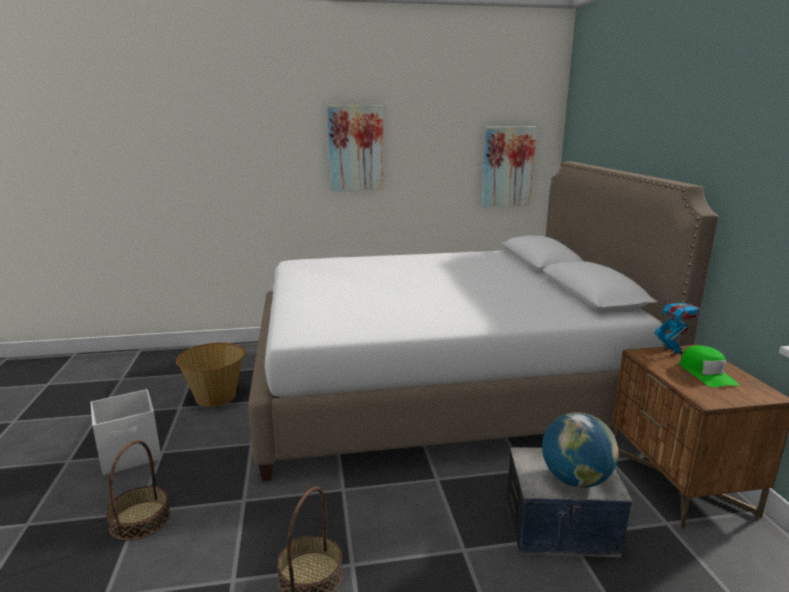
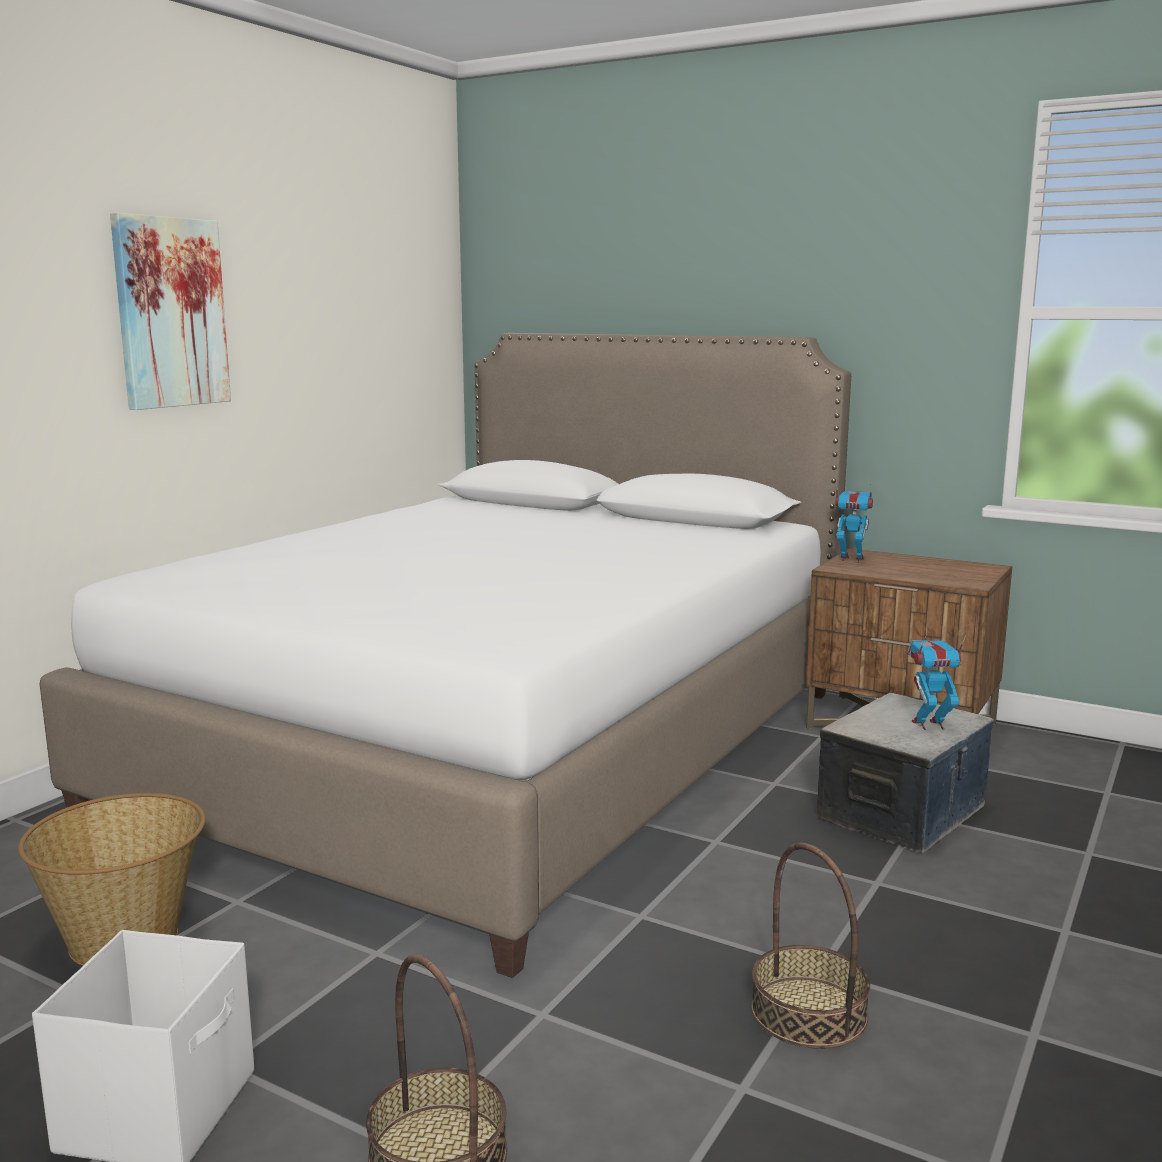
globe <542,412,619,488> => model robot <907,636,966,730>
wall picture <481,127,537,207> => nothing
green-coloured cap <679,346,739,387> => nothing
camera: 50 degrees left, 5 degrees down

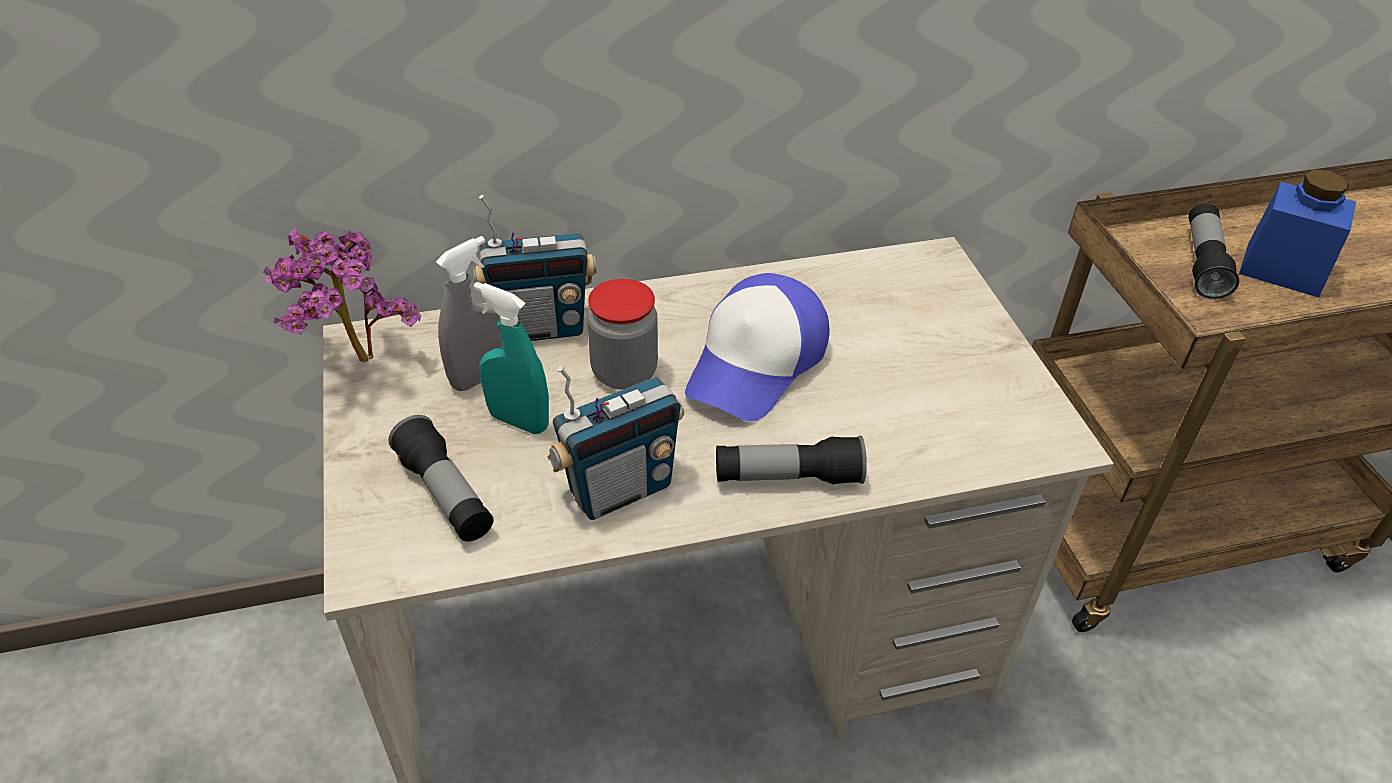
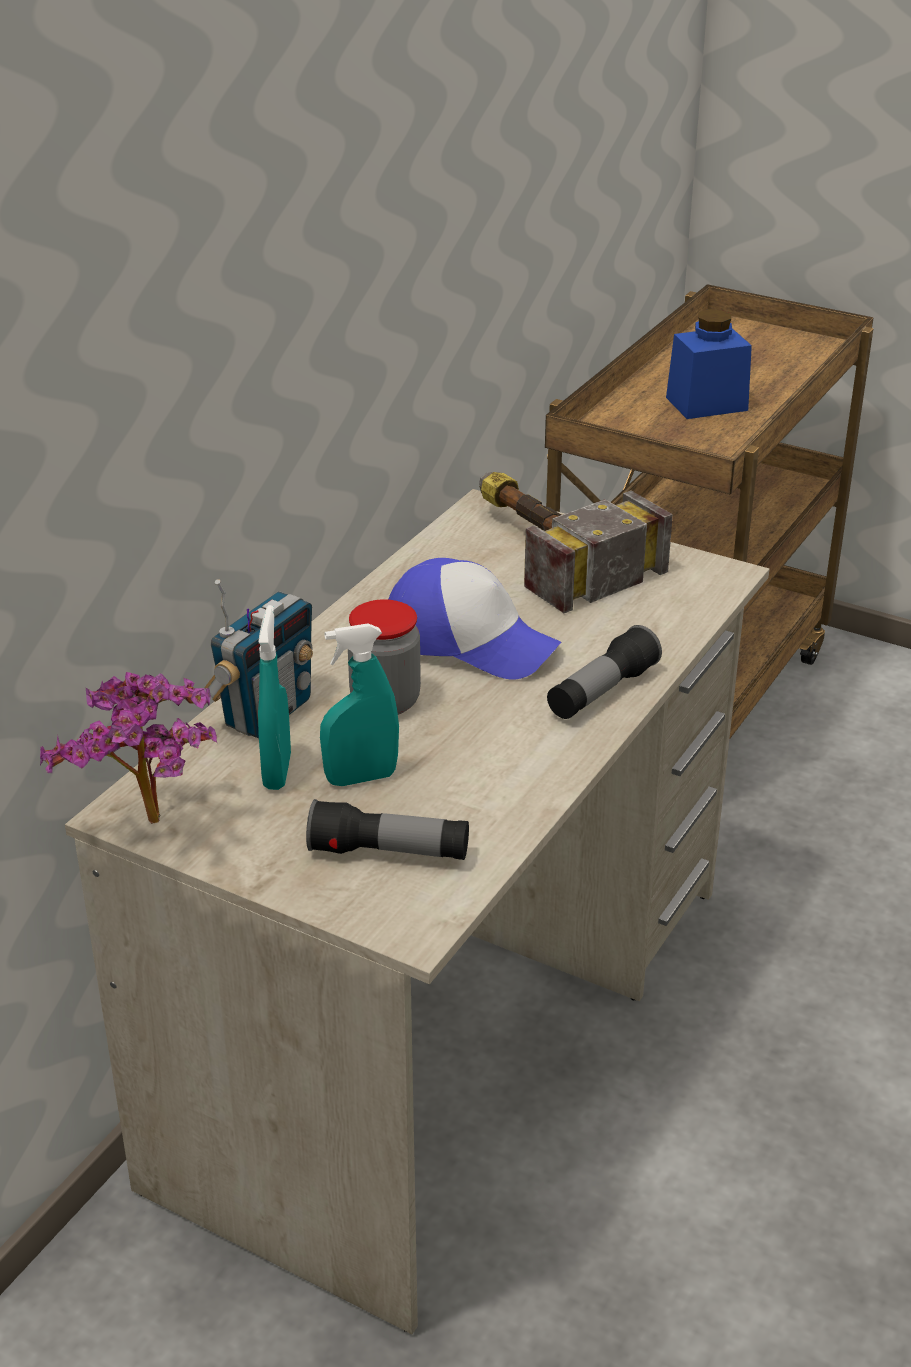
grey sprayer <436,236,503,391> => turquoise-coloured sprayer <258,605,291,790>
cap <685,273,830,421> => cap <388,558,561,680>, 45 degrees counterclockwise
nothing => hand hammer <479,472,673,613>
radio <547,366,684,520> => nothing
hand torch <1188,203,1239,300> => nothing
camera: 45 degrees left, 10 degrees down

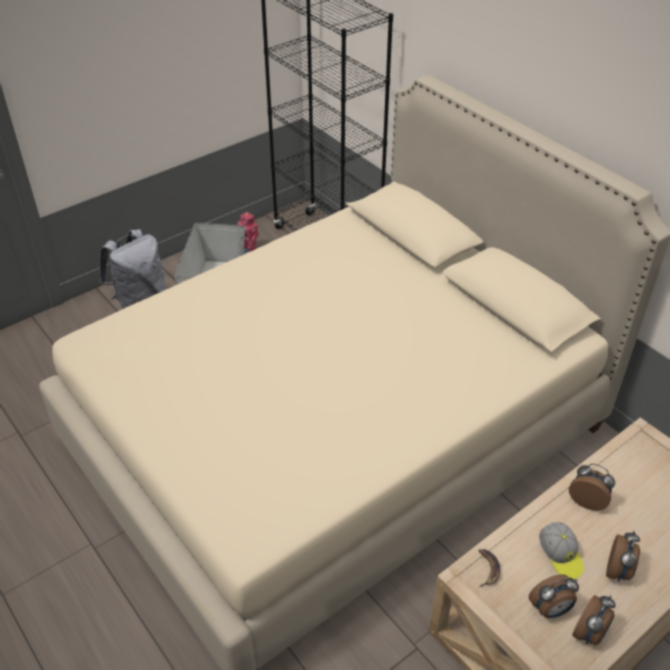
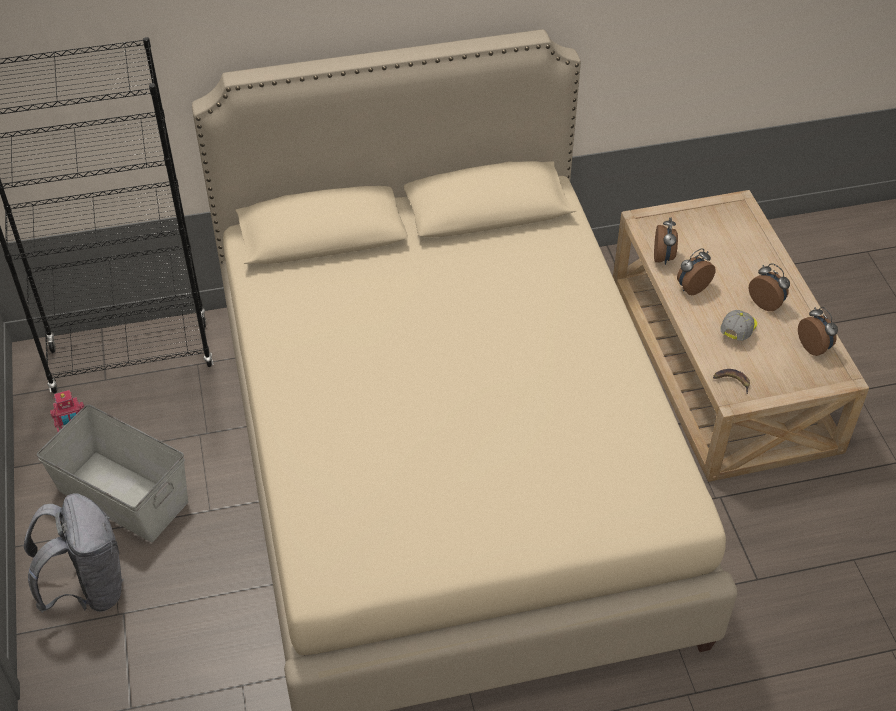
bedside clock <529,574,579,618> => bedside clock <654,217,678,265>, move
cap <539,522,584,579> => cap <720,310,757,341>, 60 degrees counterclockwise
camera: 65 degrees left, 5 degrees up

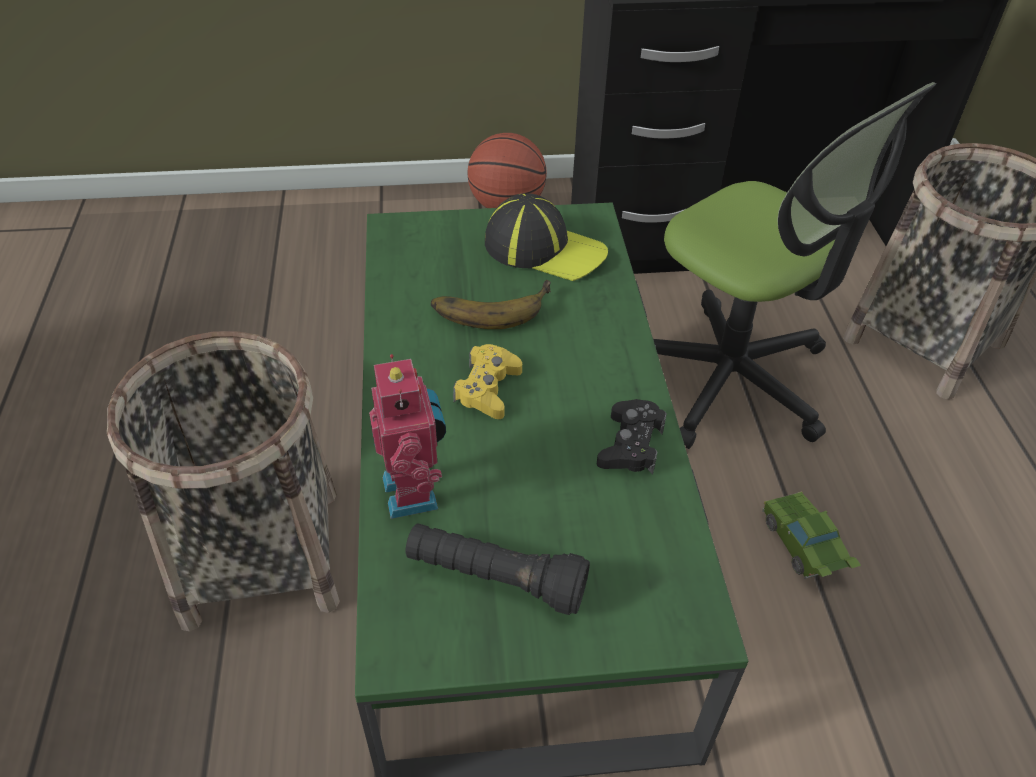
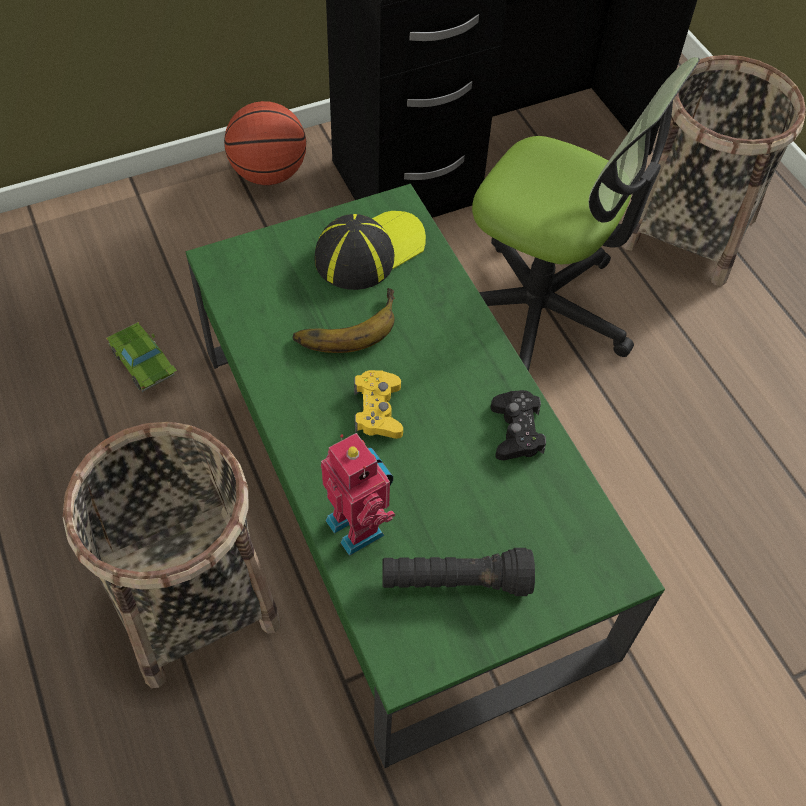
green-coloured toy car <762,491,861,579> => green-coloured toy car <106,322,177,392>, move
cap <485,193,608,281> => cap <314,211,426,290>, 45 degrees counterclockwise
camera: 20 degrees left, 10 degrees up

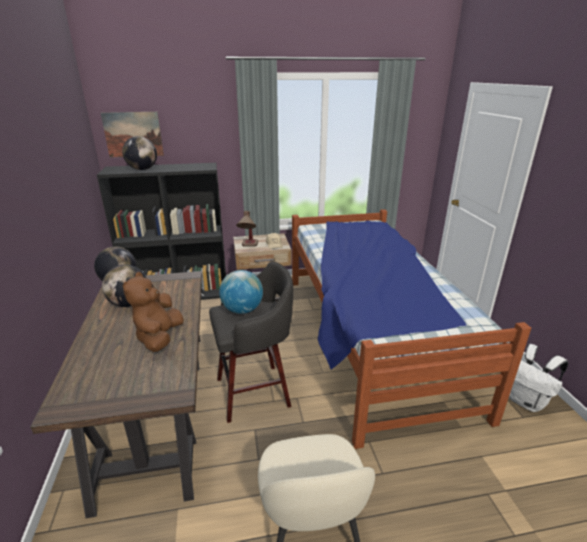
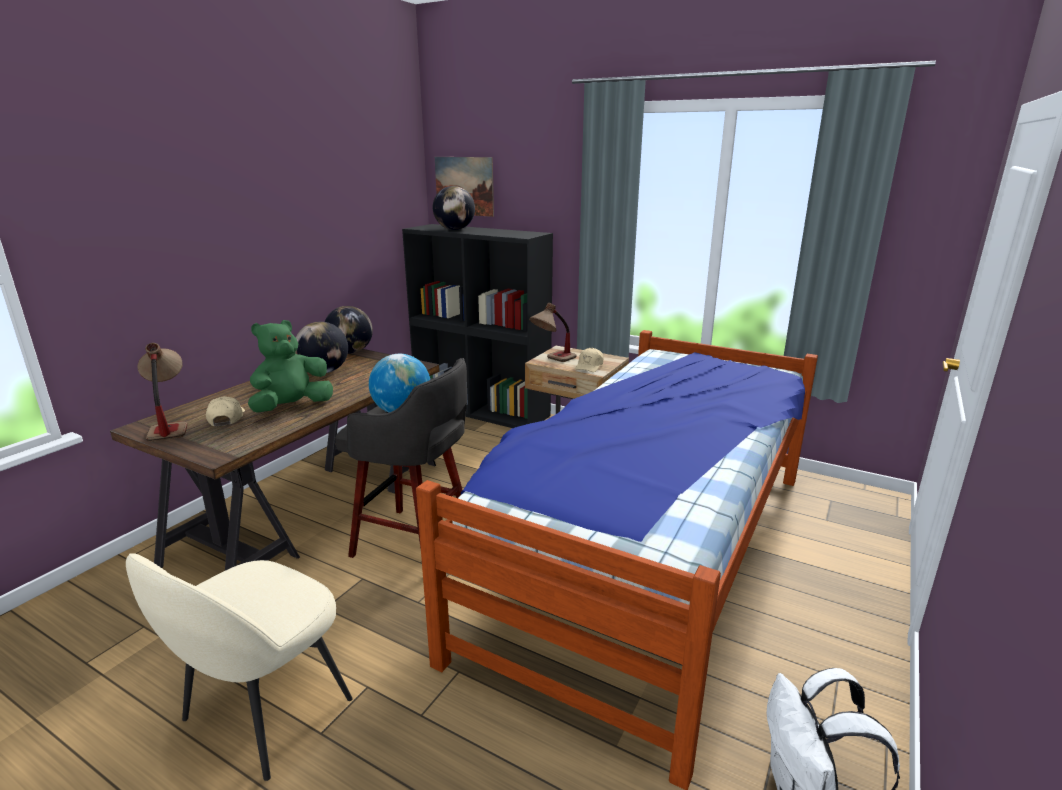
nothing => table lamp <137,343,188,442>
nothing => beige-coloured cap <206,396,245,426>
brown soft toy <123,272,184,352> => green-coloured soft toy <248,320,333,413>
camera: 40 degrees right, 5 degrees down

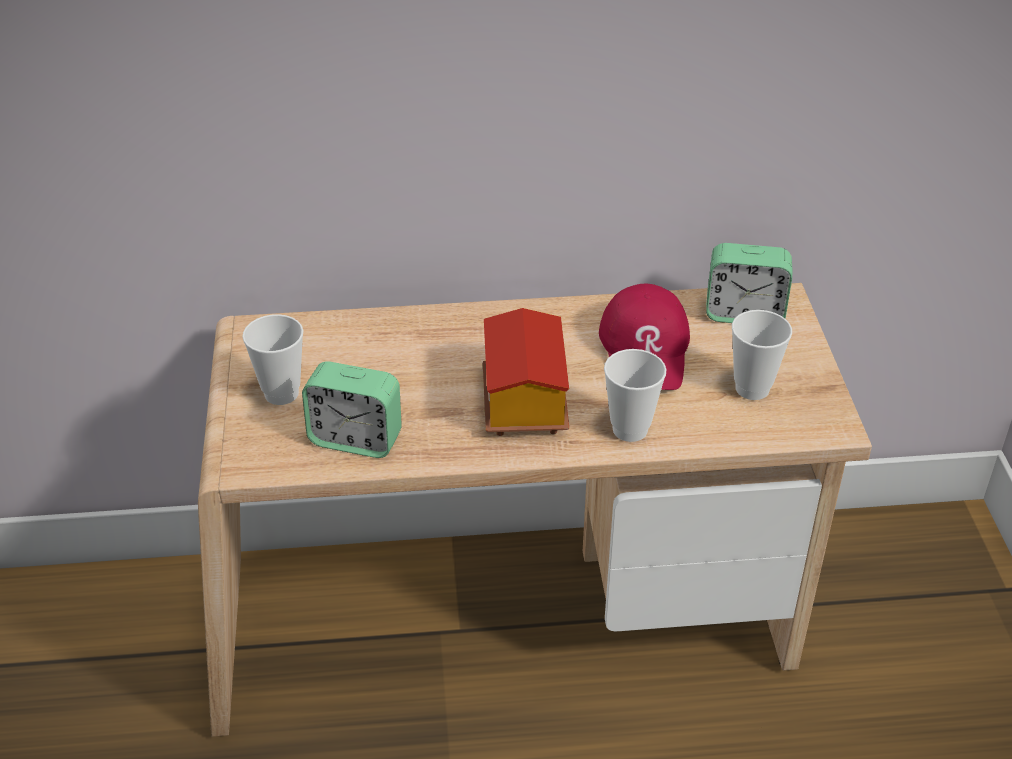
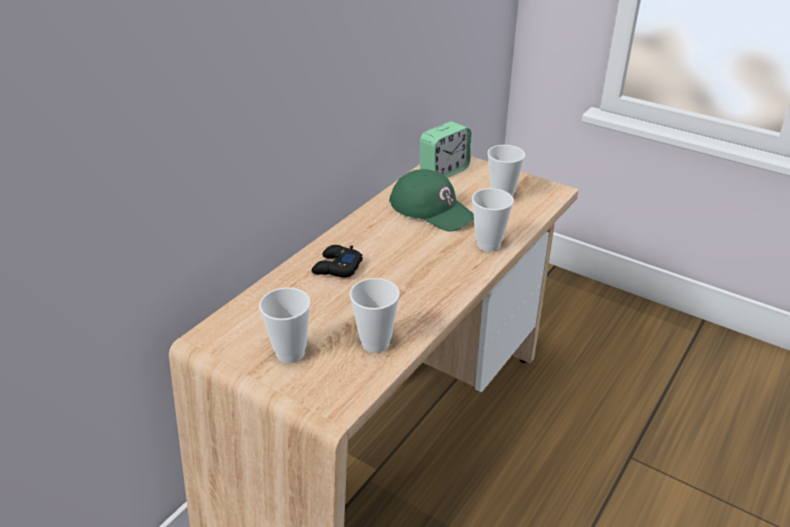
nothing => black-coloured gamepad <312,245,363,278>
bedside clock <302,361,402,458> => small cup <350,278,400,353>
red cap <599,284,690,390> => green-coloured cap <389,169,474,232>
toy house <483,308,569,436> => nothing
camera: 50 degrees left, 5 degrees down

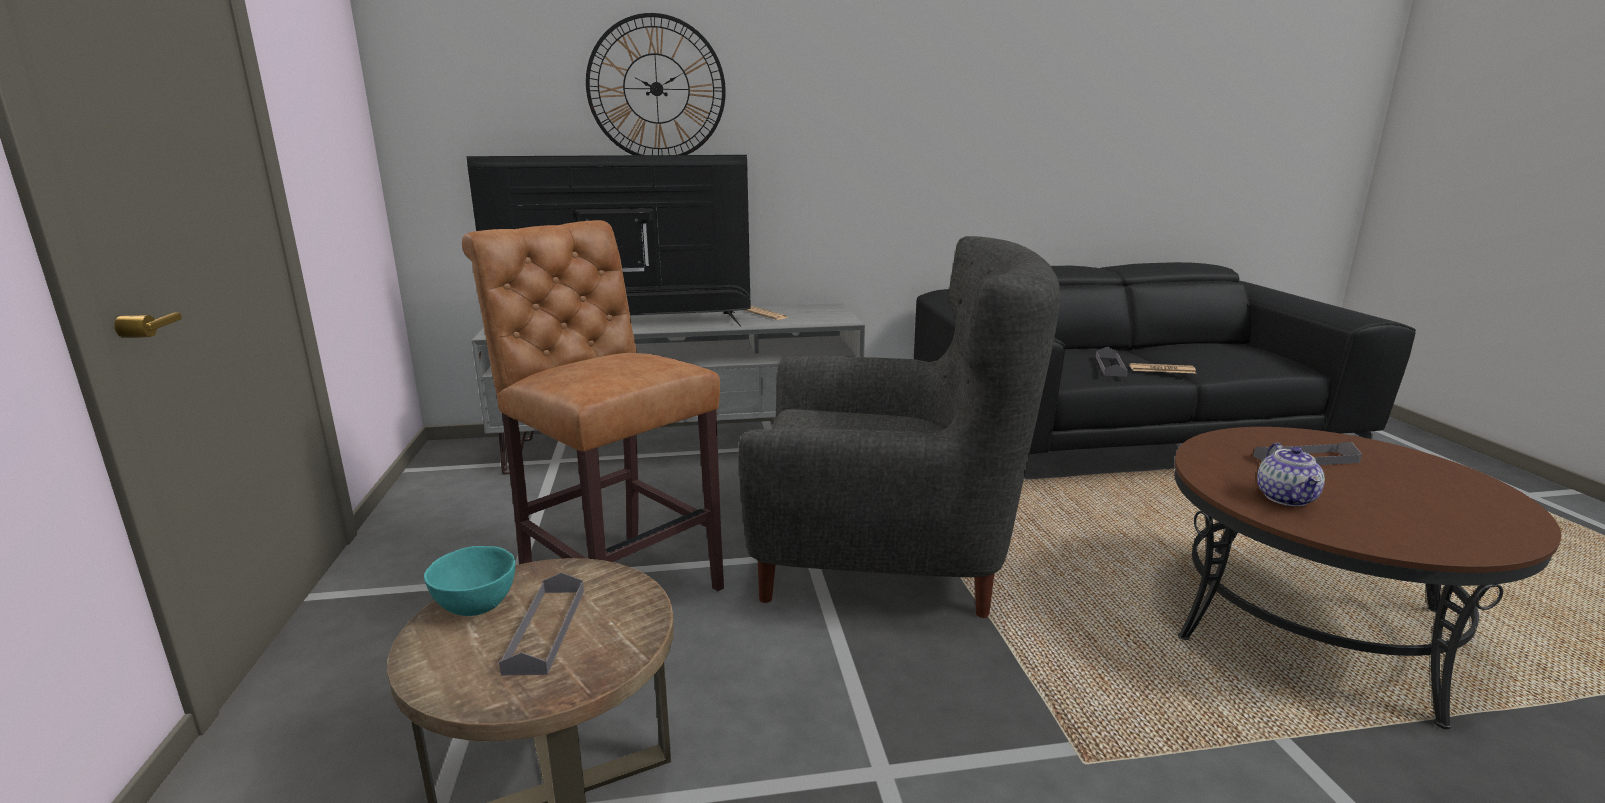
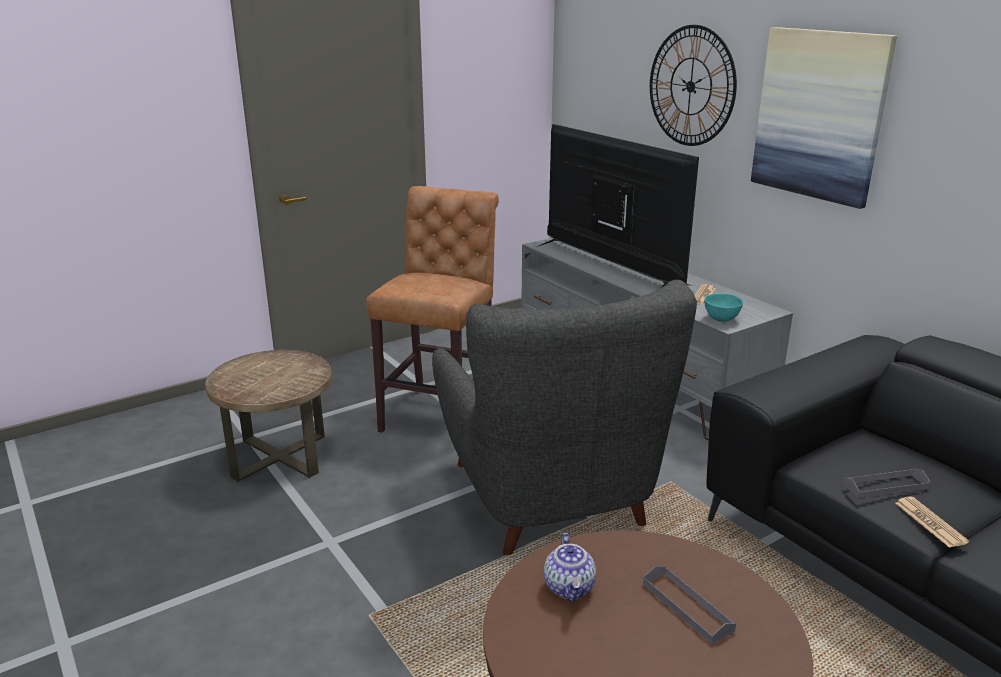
teapot <1257,443,1325,506> => teapot <544,533,596,602>, 75 degrees counterclockwise
turquoise-coloured bowl <424,546,515,616> => turquoise-coloured bowl <704,293,743,322>, move
nothing => wall picture <751,27,897,209>
grey tray <499,573,584,675> => nothing
camera: 65 degrees right, 5 degrees up

